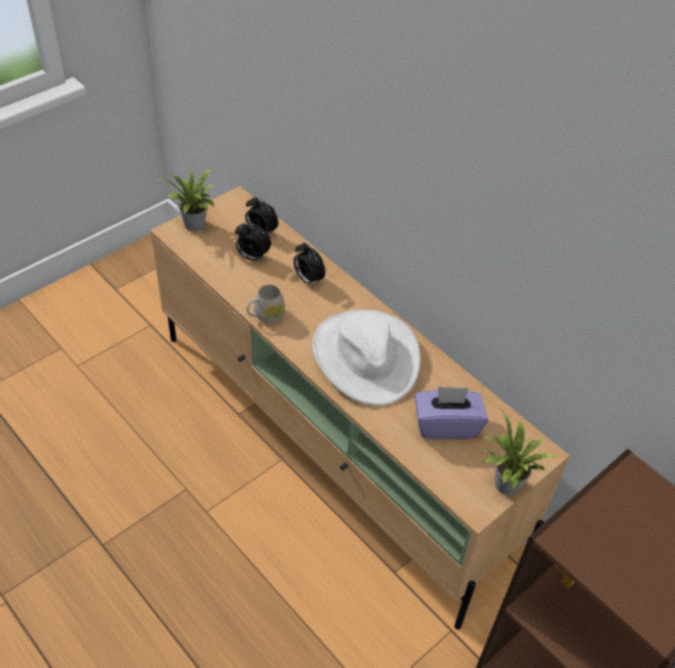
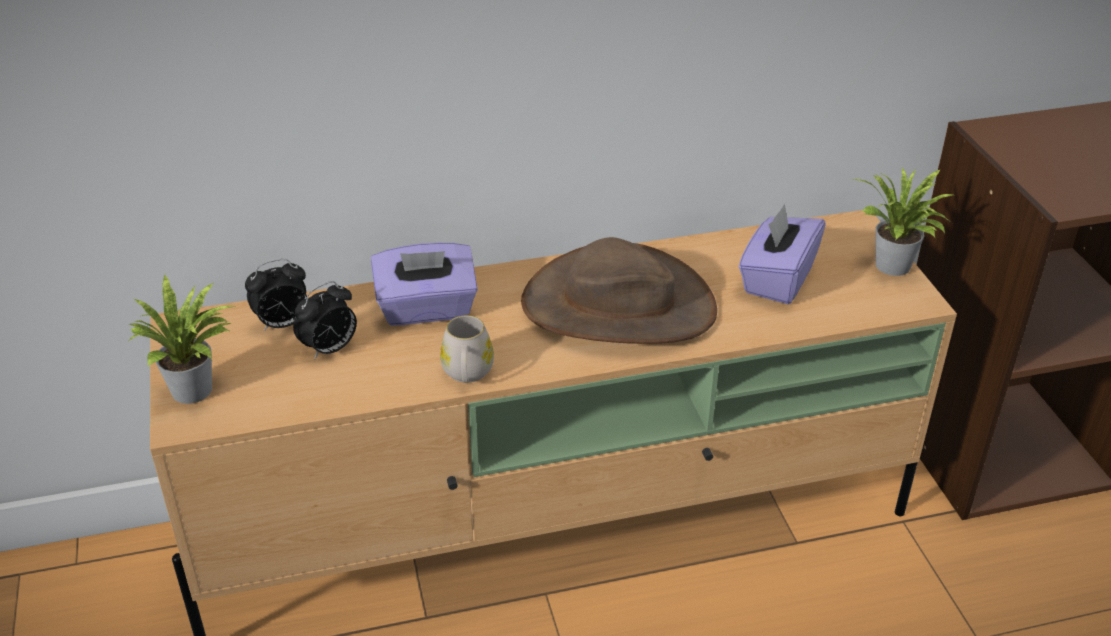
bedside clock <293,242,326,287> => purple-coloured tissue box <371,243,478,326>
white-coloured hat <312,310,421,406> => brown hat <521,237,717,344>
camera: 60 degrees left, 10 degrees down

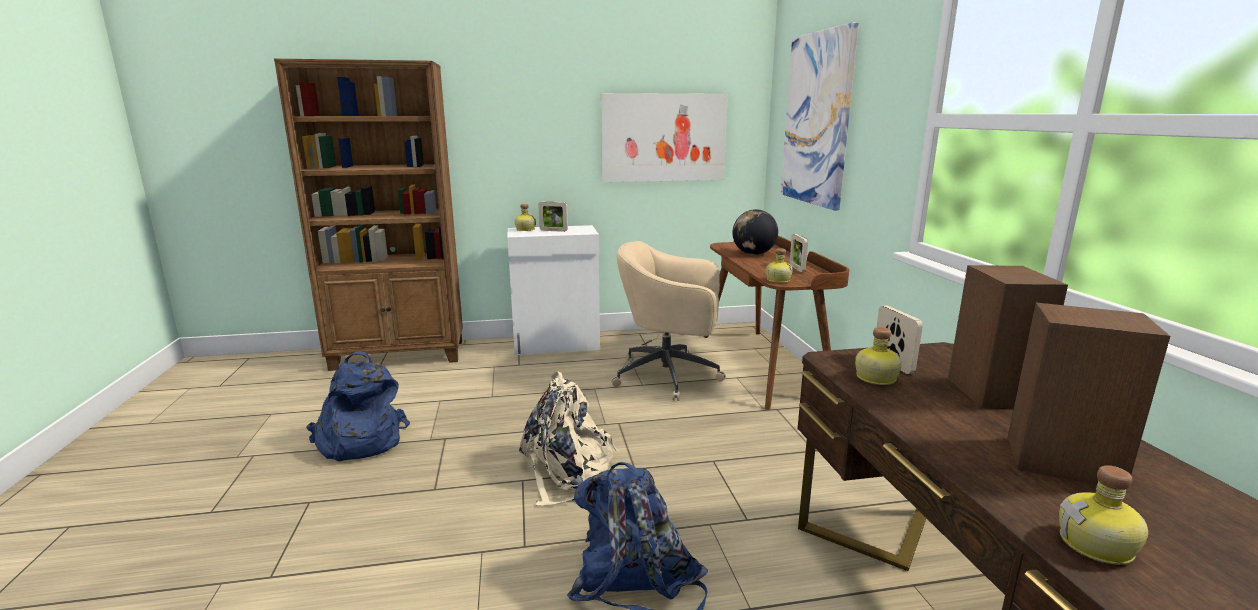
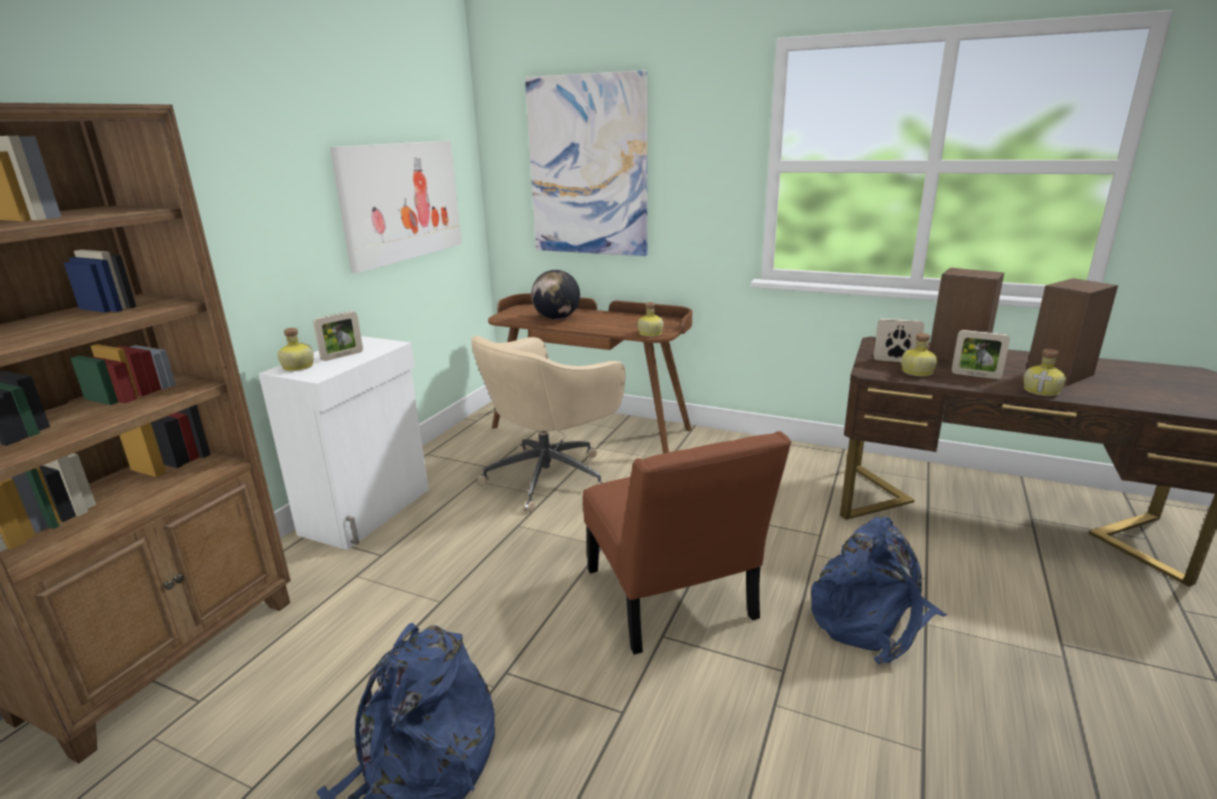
beige-coloured backpack <519,371,618,506> => brown upright chair <583,431,792,655>
photo frame <790,234,808,272> => photo frame <952,330,1010,379>, move
beverage bottle <1059,465,1148,565> => beverage bottle <1024,349,1066,396>, move
camera: 55 degrees left, 5 degrees up

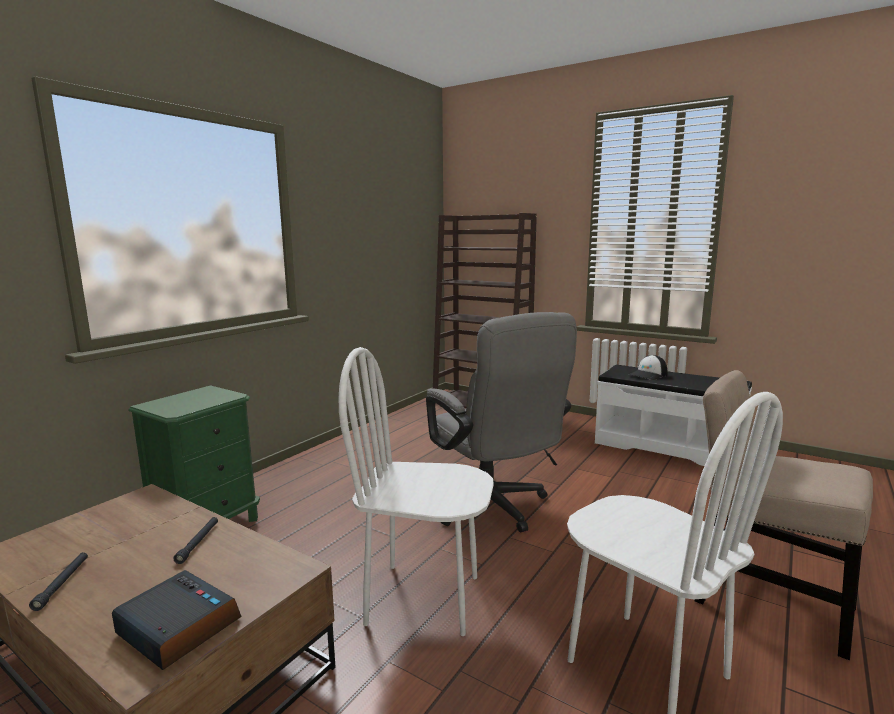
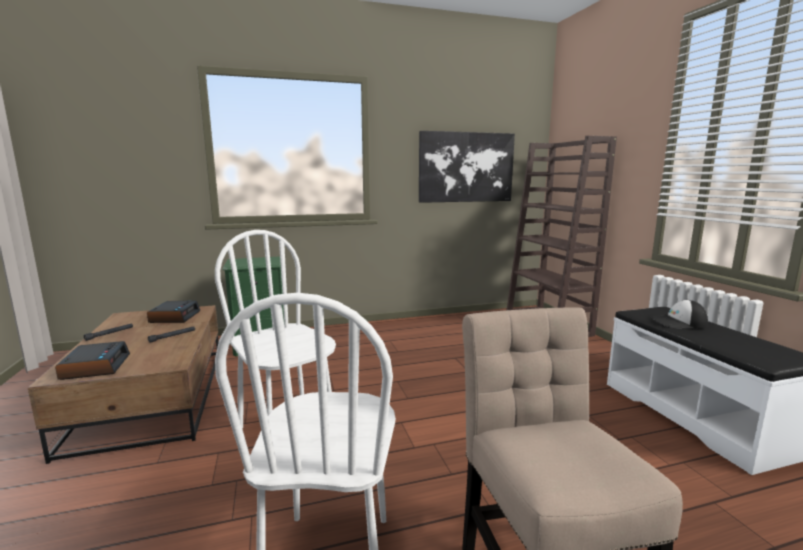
nothing => bedside clock <147,301,200,323>
nothing => wall picture <419,131,515,203>
grey desk chair <426,312,577,532> => nothing
camera: 40 degrees right, 0 degrees up

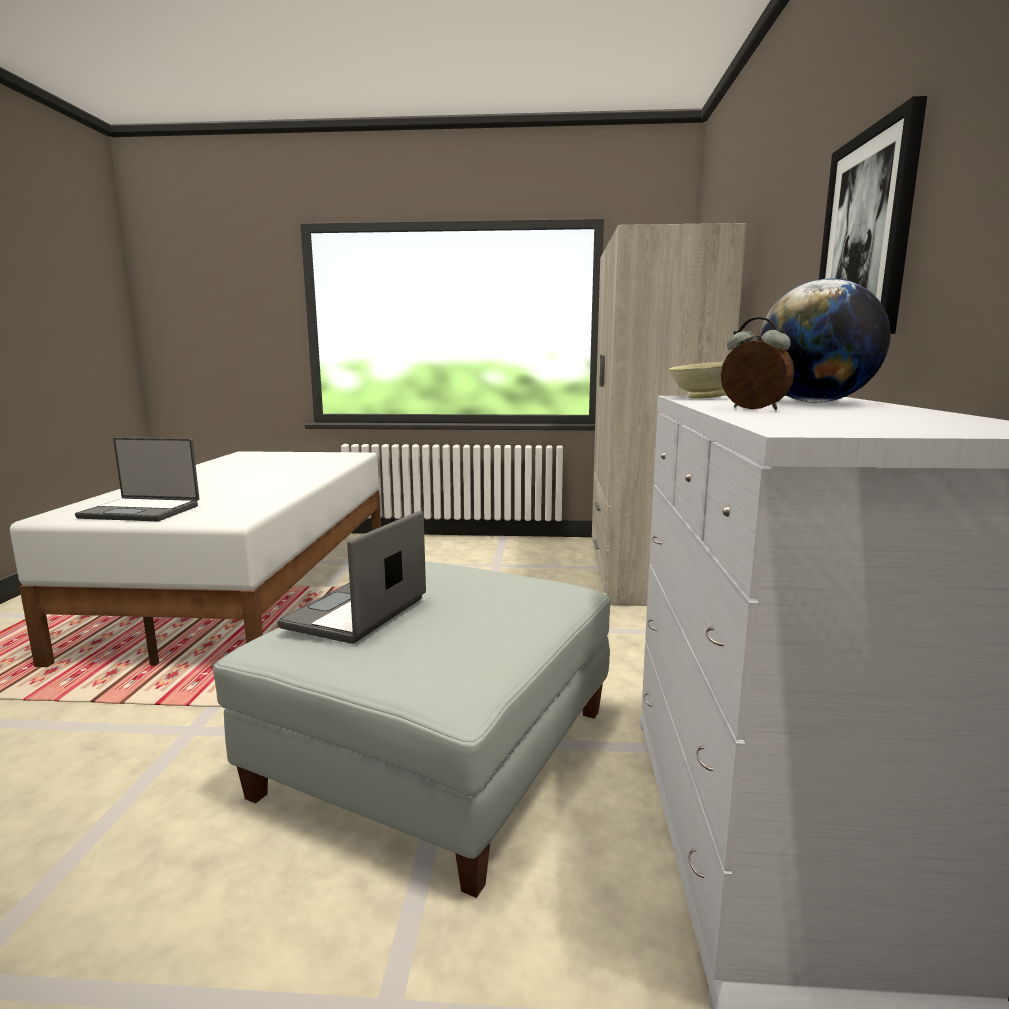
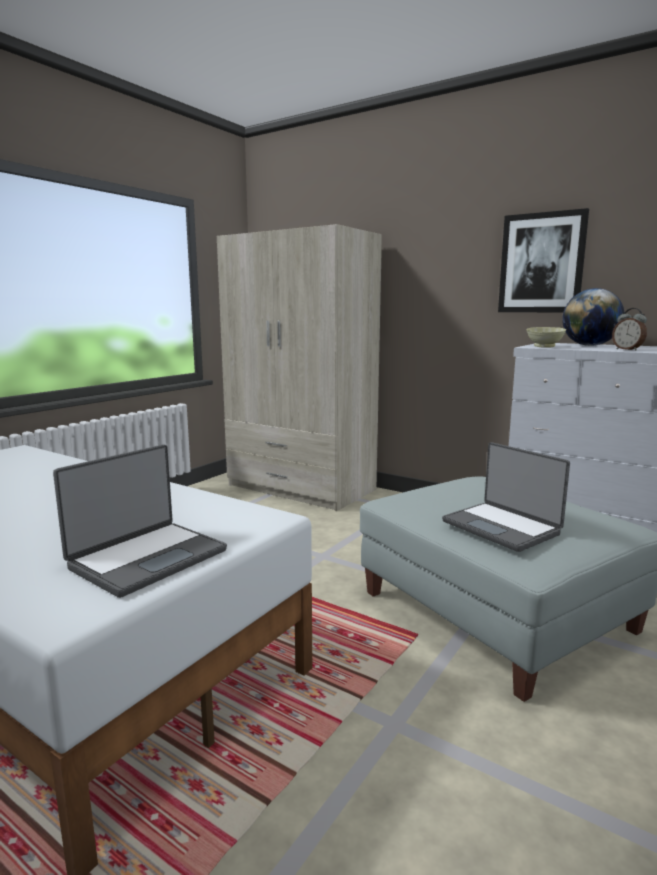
bedside clock <721,317,794,410> => bedside clock <612,308,647,351>, 105 degrees counterclockwise
camera: 60 degrees left, 0 degrees up

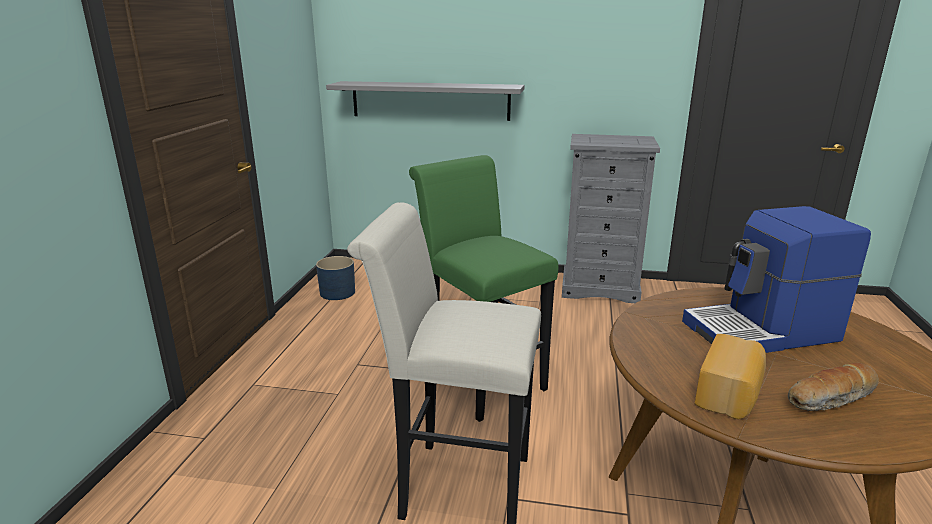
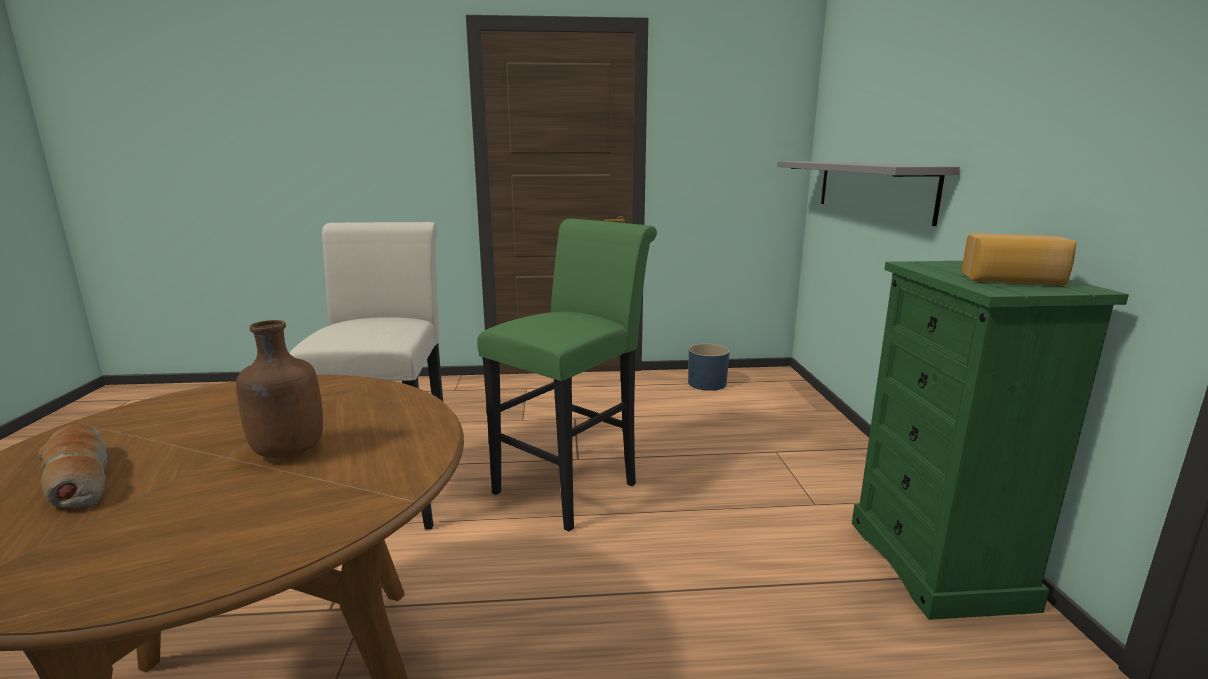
coffee machine <682,206,871,353> => brown beverage bottle <236,320,323,458>
grey drawer chest <562,134,660,303> => green-coloured drawer chest <852,261,1129,620>
baked bread <695,334,766,419> => baked bread <962,233,1077,286>, move
camera: 75 degrees right, 5 degrees down

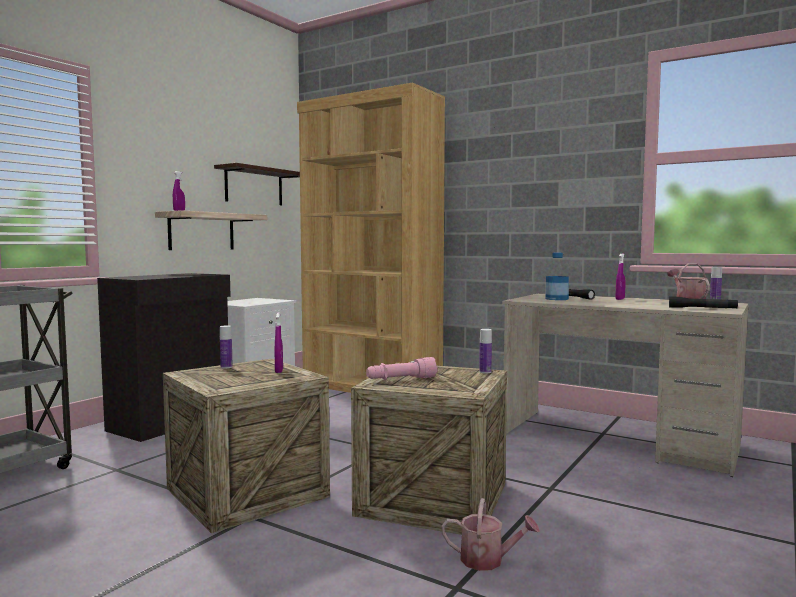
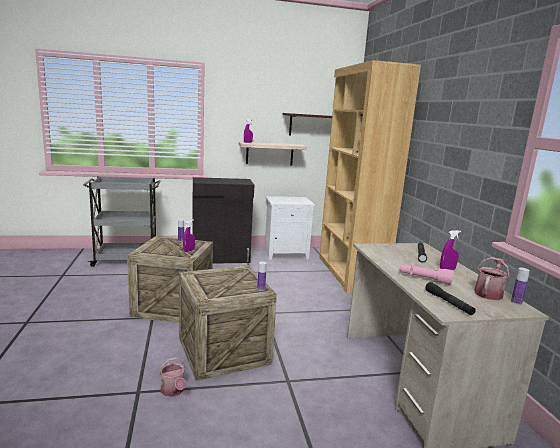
pink-coloured hand torch <366,357,438,380> => pink-coloured hand torch <399,264,454,285>, move
beverage bottle <546,253,569,300> => nothing
camera: 45 degrees right, 10 degrees up

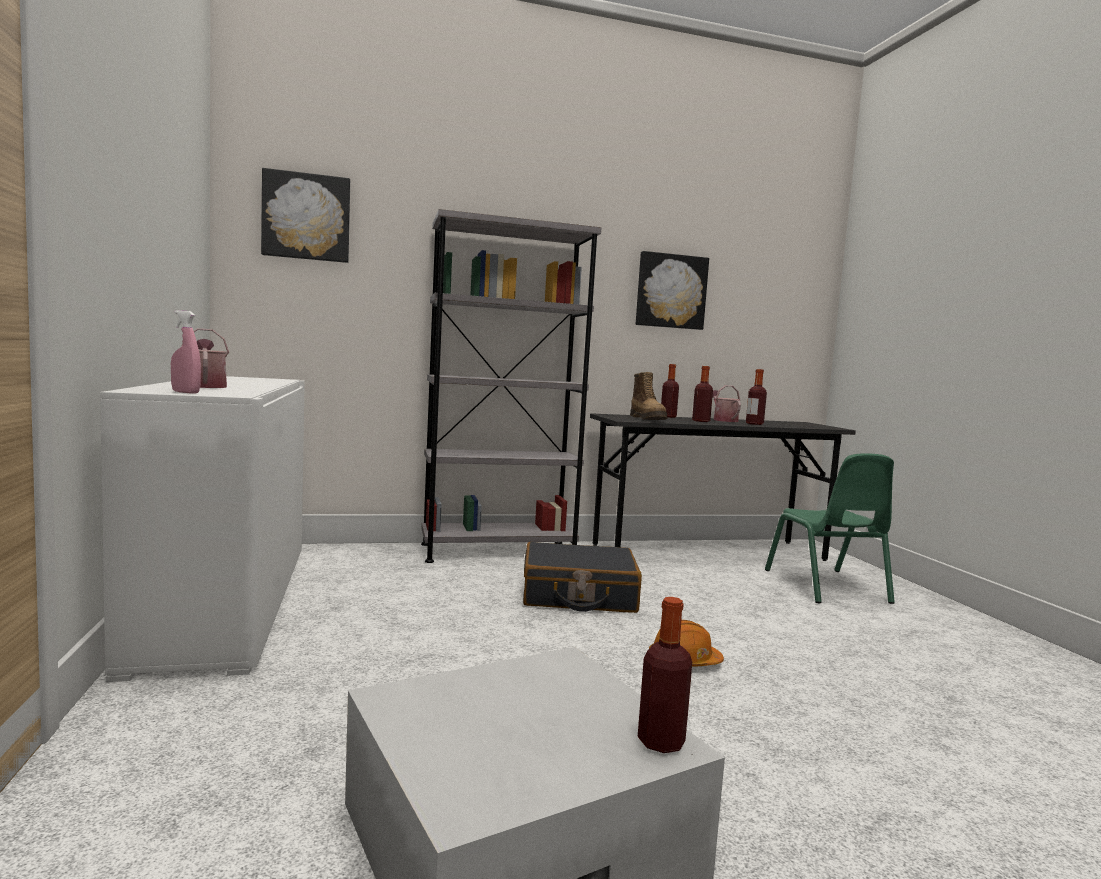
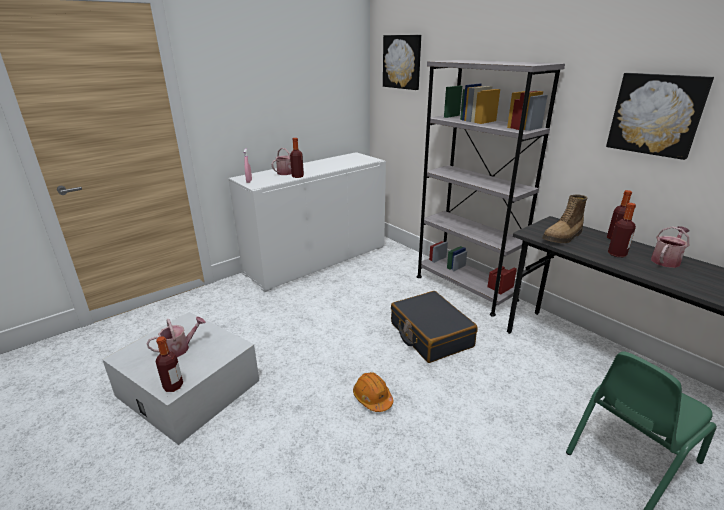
nothing => sprinkling can <146,316,206,357>
beverage bottle <746,369,767,425> => beverage bottle <290,138,304,178>, move
camera: 65 degrees right, 20 degrees up

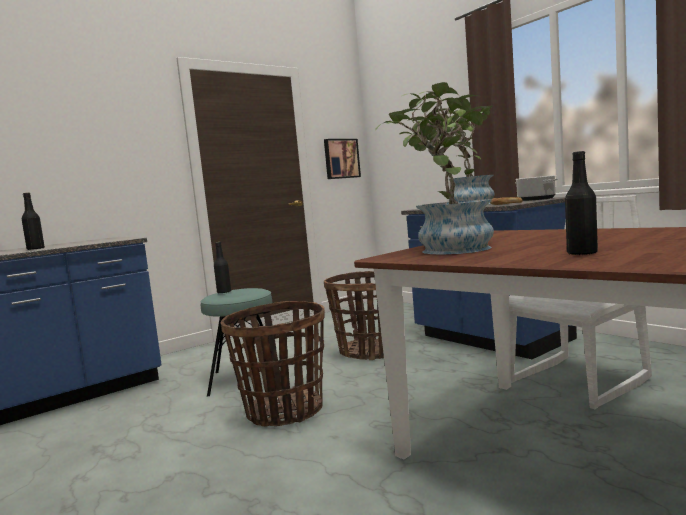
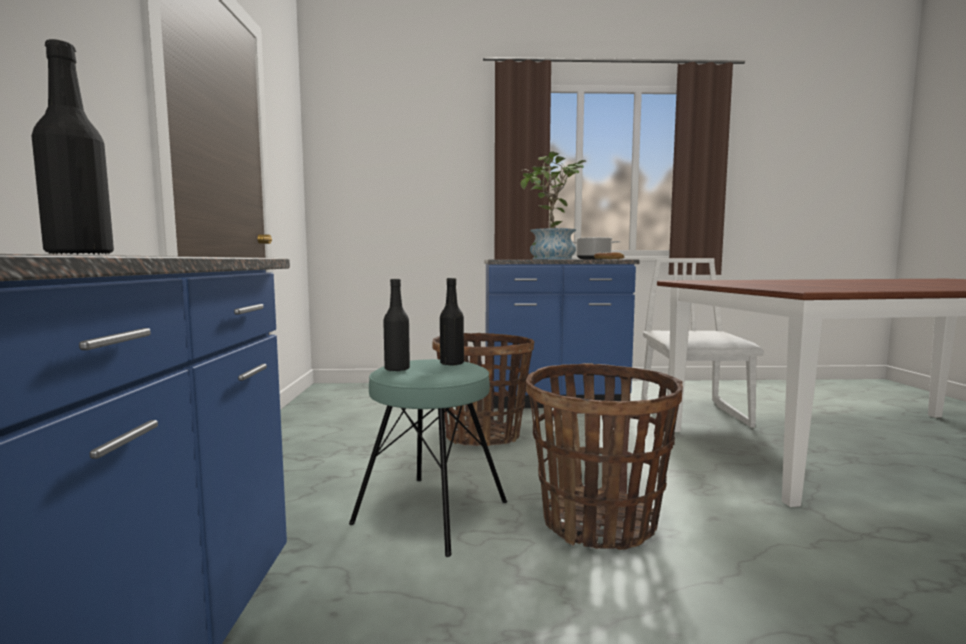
black-coloured beverage bottle <565,151,598,256> => black-coloured beverage bottle <440,278,464,366>, move
wall picture <324,139,361,179> => nothing
plant in a pot <375,82,494,254> => nothing
camera: 55 degrees left, 0 degrees up

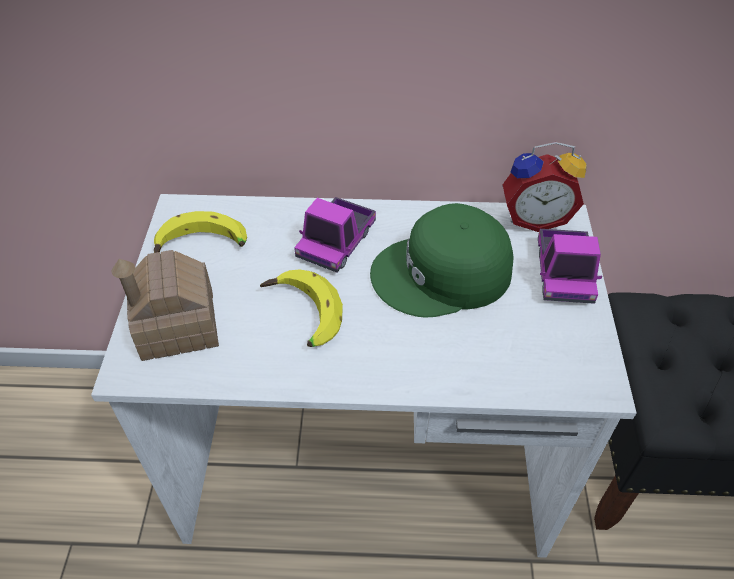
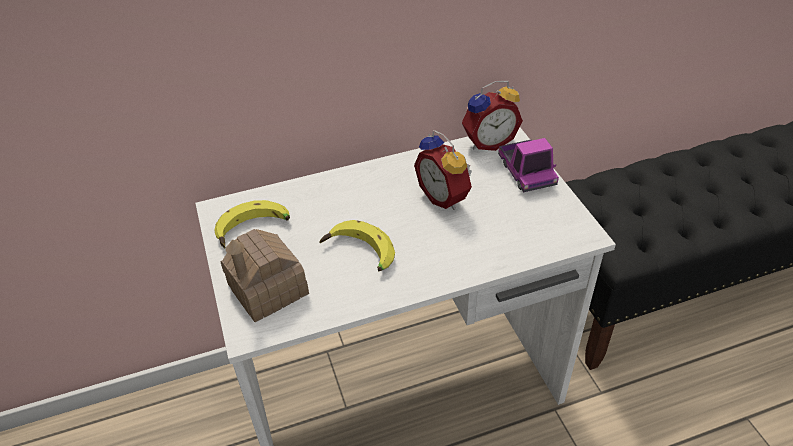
green-coloured cap <370,203,513,318> => bedside clock <414,130,472,210>
model truck <294,197,376,272> => nothing
camera: 20 degrees left, 5 degrees down

